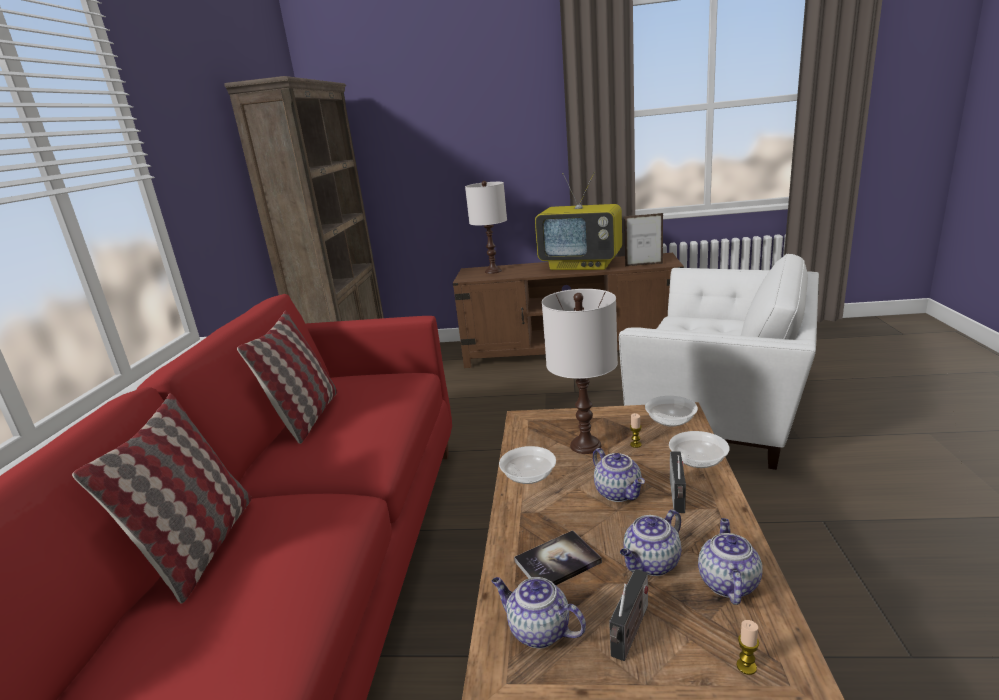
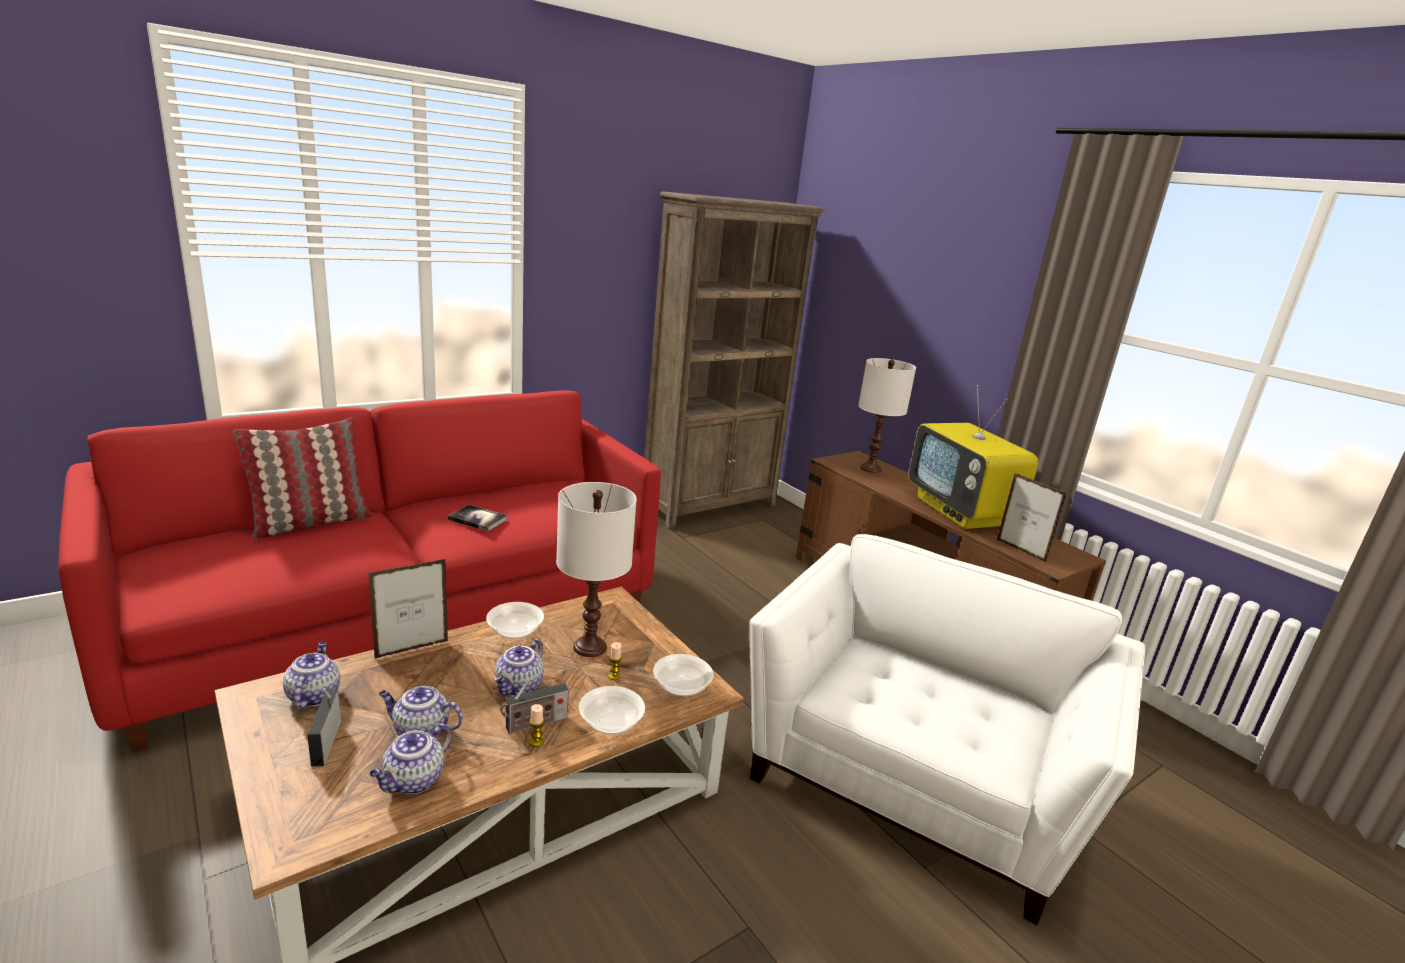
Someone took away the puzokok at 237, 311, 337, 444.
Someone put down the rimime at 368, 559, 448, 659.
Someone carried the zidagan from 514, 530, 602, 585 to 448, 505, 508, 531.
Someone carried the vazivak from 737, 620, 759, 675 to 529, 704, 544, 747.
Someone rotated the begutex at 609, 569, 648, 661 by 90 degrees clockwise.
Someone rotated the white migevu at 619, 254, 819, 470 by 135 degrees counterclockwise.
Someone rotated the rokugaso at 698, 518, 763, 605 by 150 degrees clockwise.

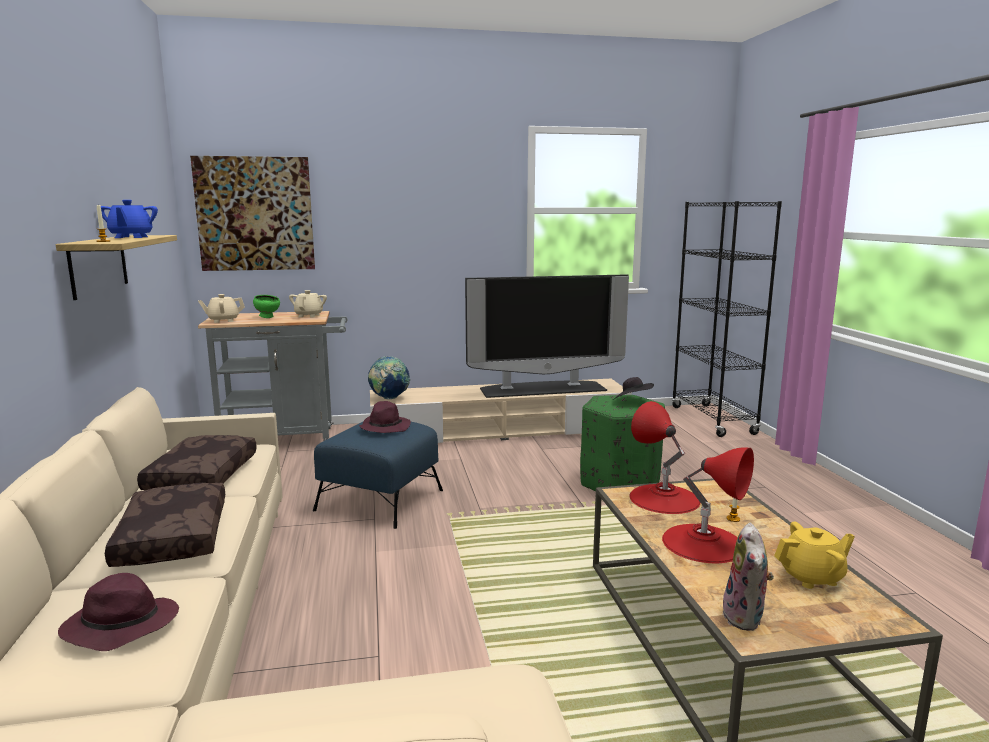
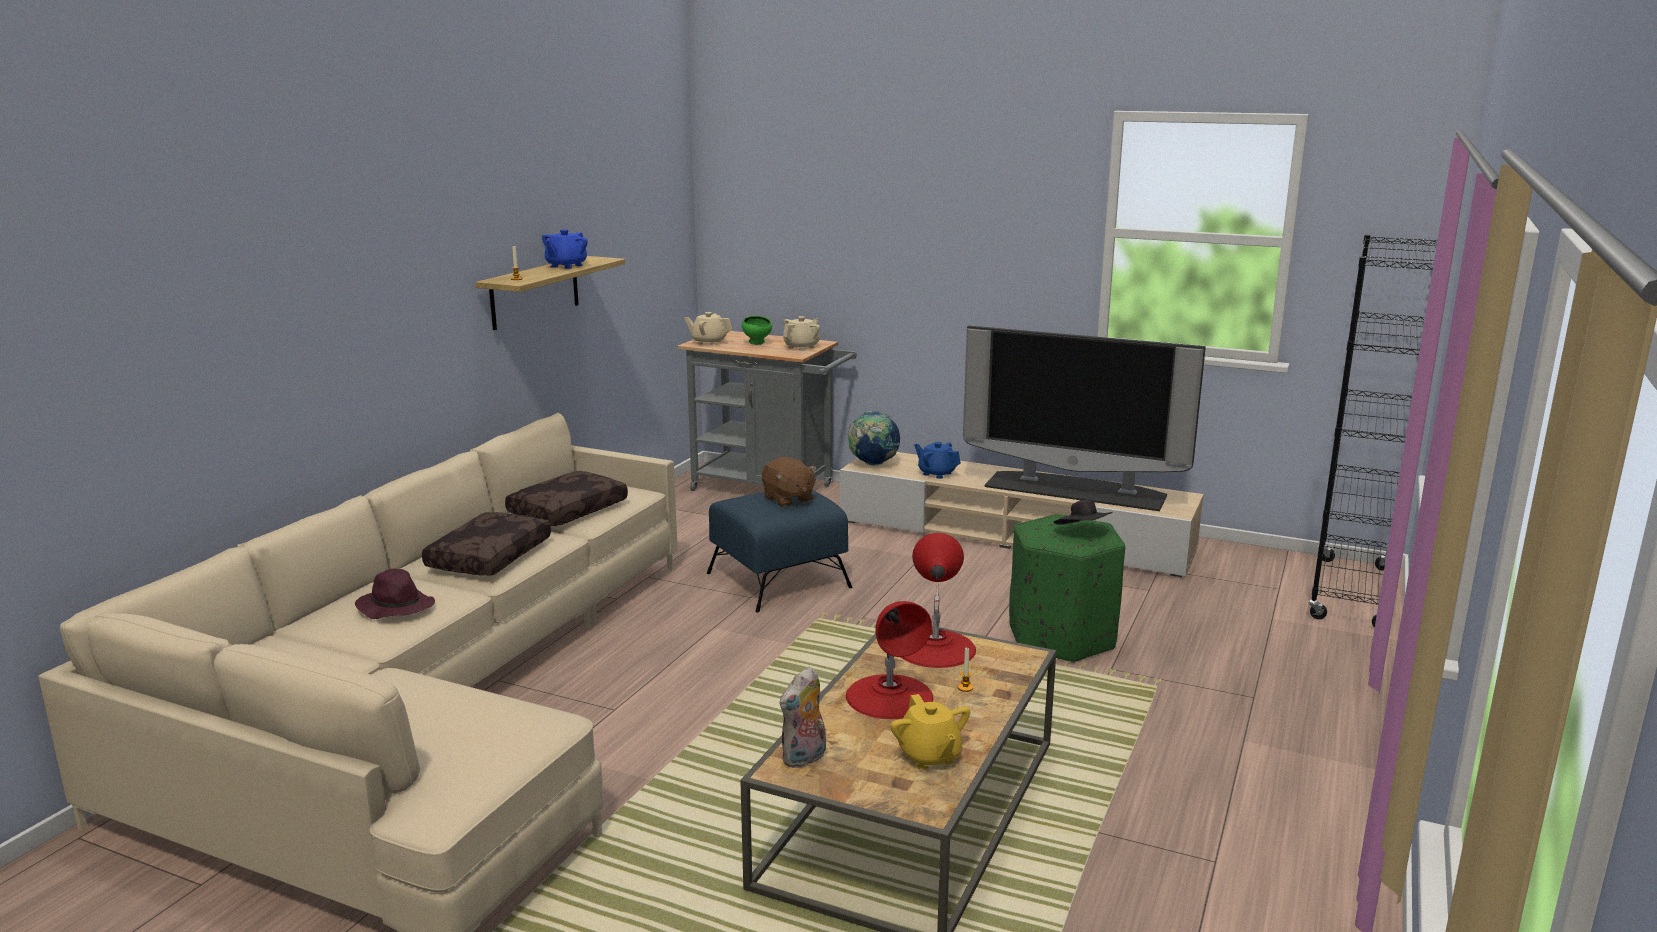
Someone took away the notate at 190, 156, 315, 271.
Someone put down the blue rokugaso at 914, 442, 961, 479.
Someone swapped the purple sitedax at 359, 401, 411, 433 for the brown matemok at 762, 457, 817, 507.
Someone rotated the yellow rokugaso at 774, 522, 855, 589 by 45 degrees clockwise.

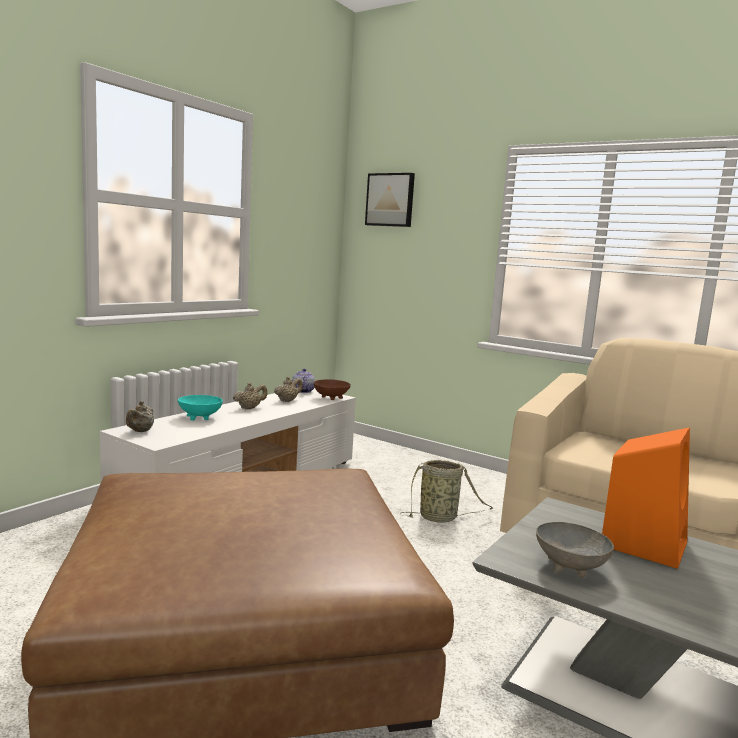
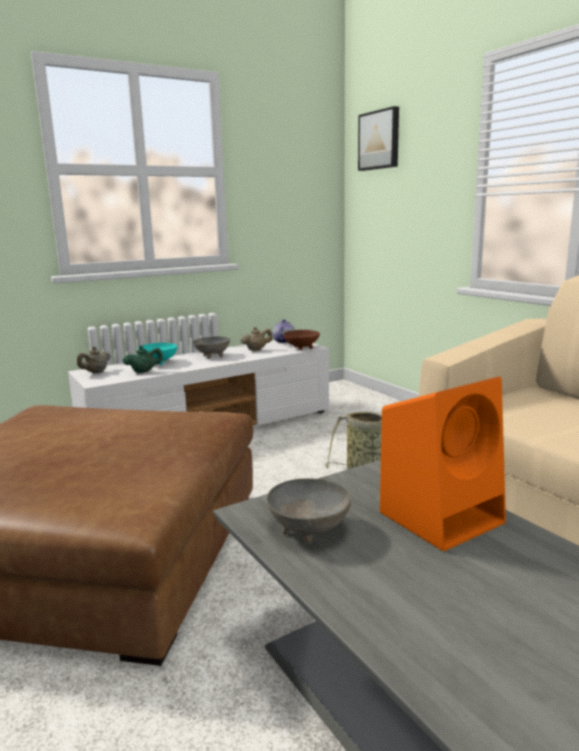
Someone put down the green rokugaso at 123, 345, 163, 373.
Someone swapped the beige rokugaso at 233, 382, 267, 410 for the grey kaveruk at 193, 336, 230, 358.

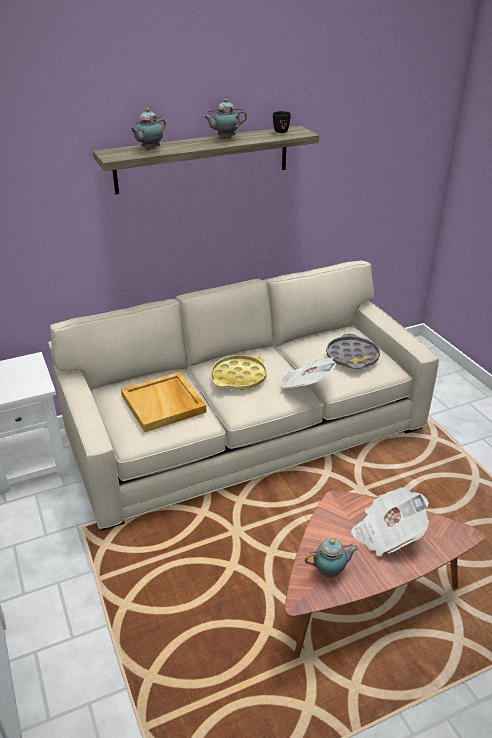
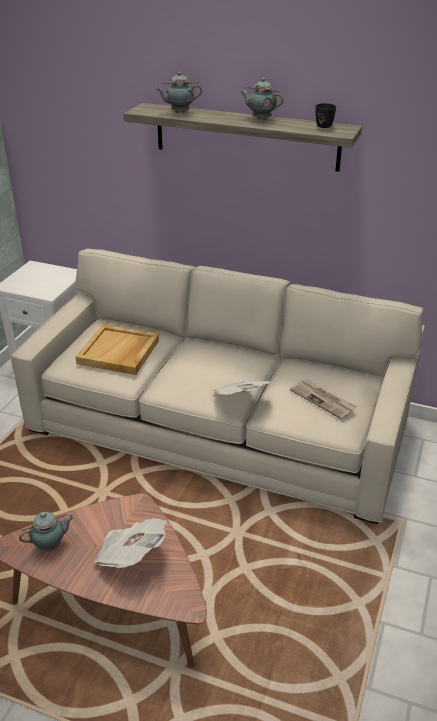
Someone took away the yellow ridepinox at 211, 355, 267, 390.
Someone swapped the grey ridepinox at 326, 334, 380, 369 for the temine at 290, 379, 358, 419.
Someone rotated the rokugaso at 305, 538, 359, 578 by 60 degrees counterclockwise.

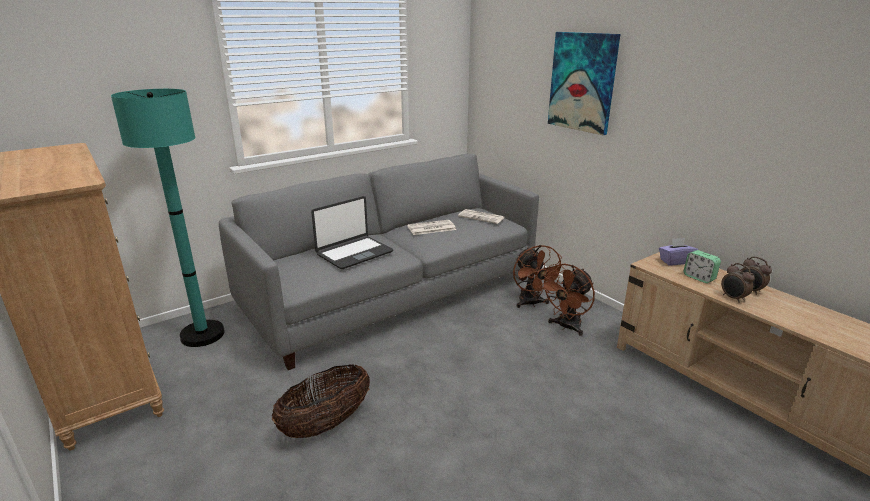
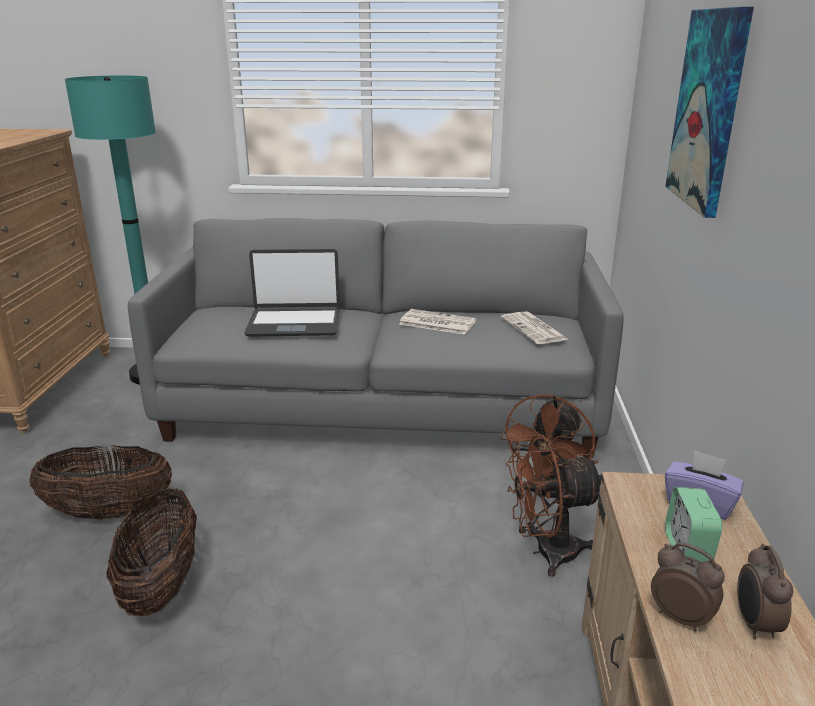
Someone put down the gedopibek at 106, 487, 197, 616.
Someone rotated the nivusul at 721, 263, 755, 303 by 120 degrees clockwise.

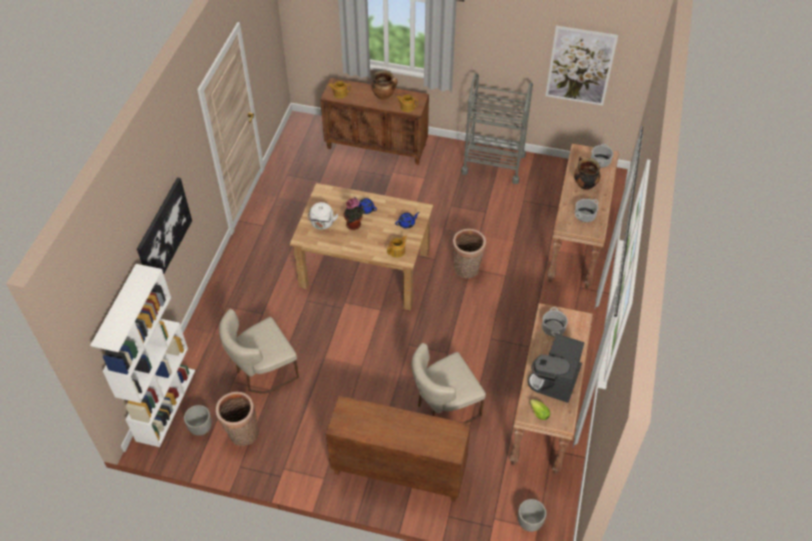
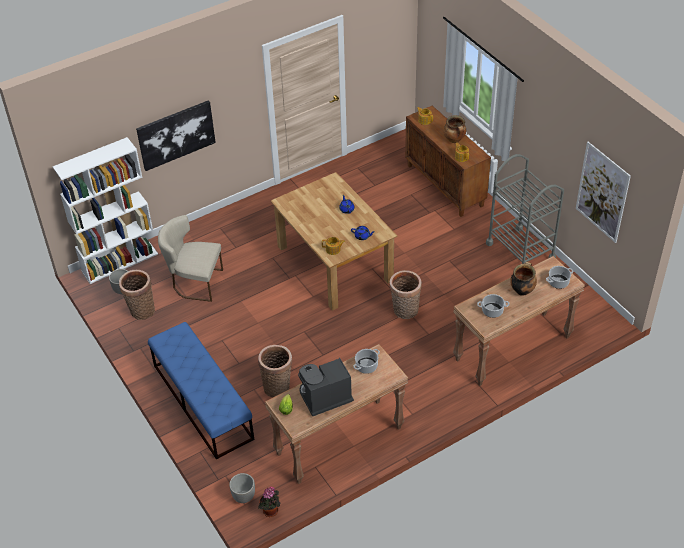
Someone took away the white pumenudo at 308, 202, 338, 230.
Someone carried the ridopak from 344, 198, 365, 230 to 258, 487, 280, 517.
Someone swapped the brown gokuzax at 326, 395, 471, 502 for the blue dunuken at 148, 322, 254, 460.
Someone swapped the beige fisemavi at 411, 343, 486, 423 for the gedopibek at 258, 345, 292, 397.

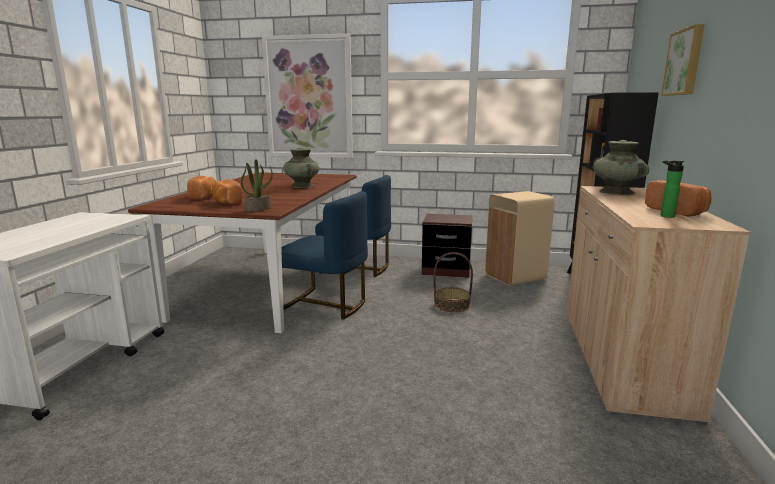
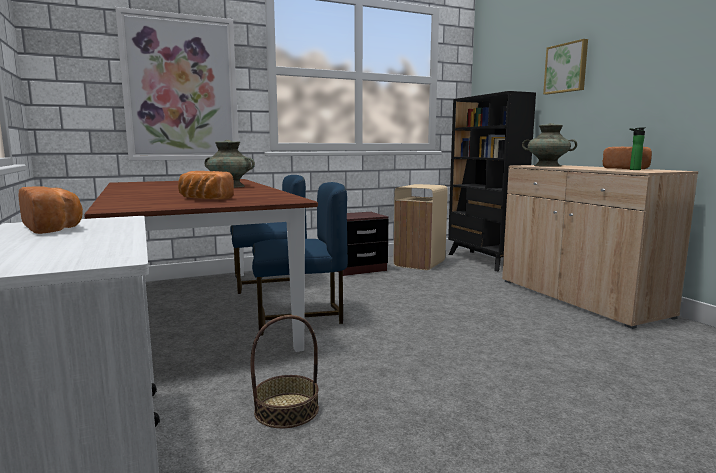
Someone took away the ridopak at 241, 159, 273, 212.
Someone carried the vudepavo from 187, 176, 216, 200 to 19, 187, 83, 234.
Someone carried the gedopibek from 433, 252, 473, 312 to 251, 315, 319, 428.

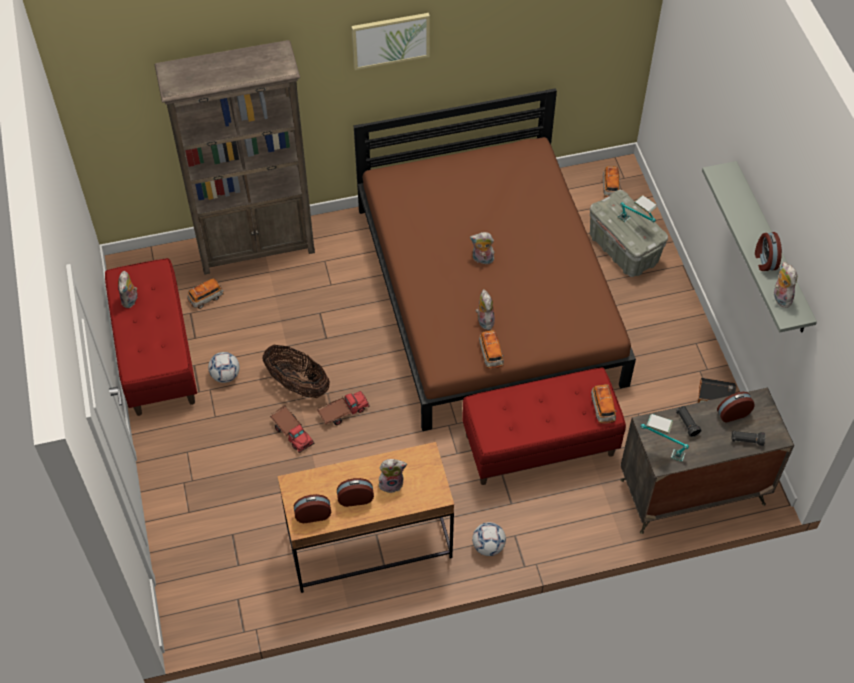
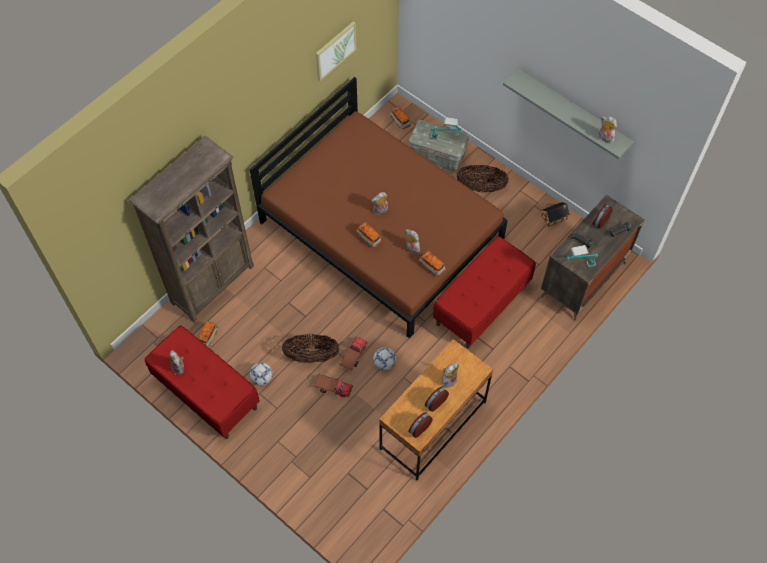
Someone took away the nivusul at 755, 232, 782, 271.
Someone put down the gedopibek at 457, 165, 509, 192.
Someone carried the notate from 351, 13, 430, 70 to 316, 21, 356, 81.
Someone carried the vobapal from 472, 522, 506, 556 to 373, 347, 396, 370.
Someone carried the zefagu from 591, 384, 617, 424 to 357, 222, 382, 248.

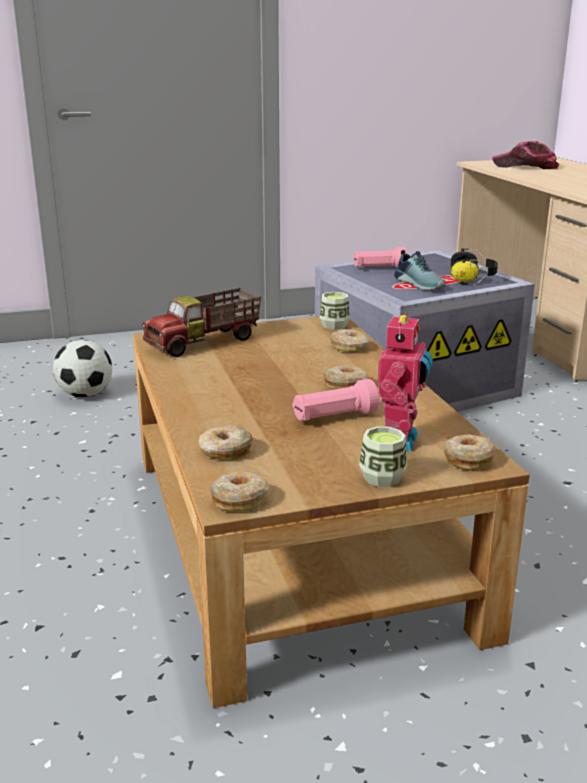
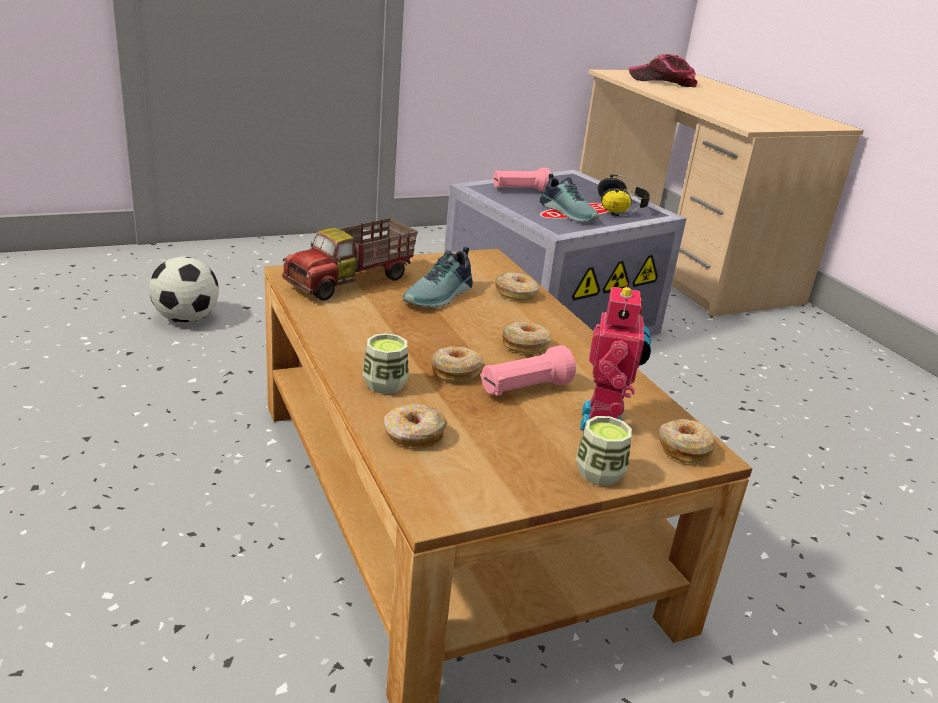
Someone put down the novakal at 402, 246, 473, 308.
Someone carried the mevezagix from 210, 472, 269, 512 to 431, 346, 484, 382.
Someone carried the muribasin from 320, 292, 350, 330 to 363, 333, 409, 394.

